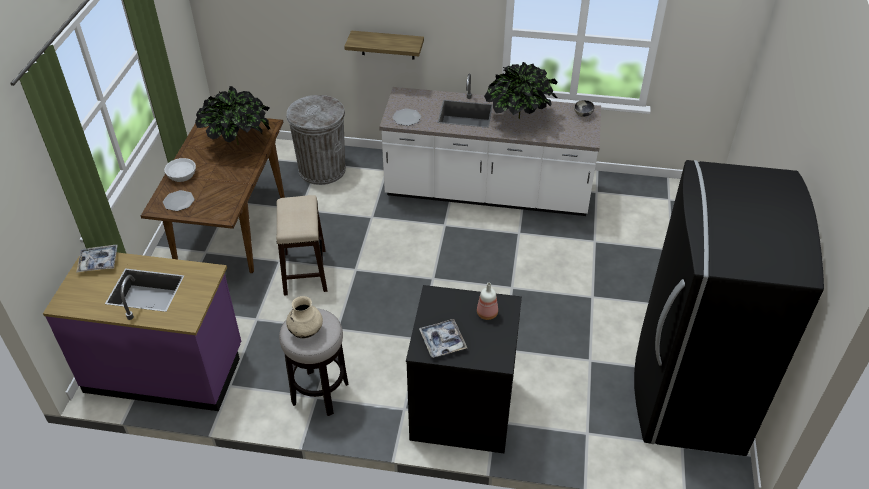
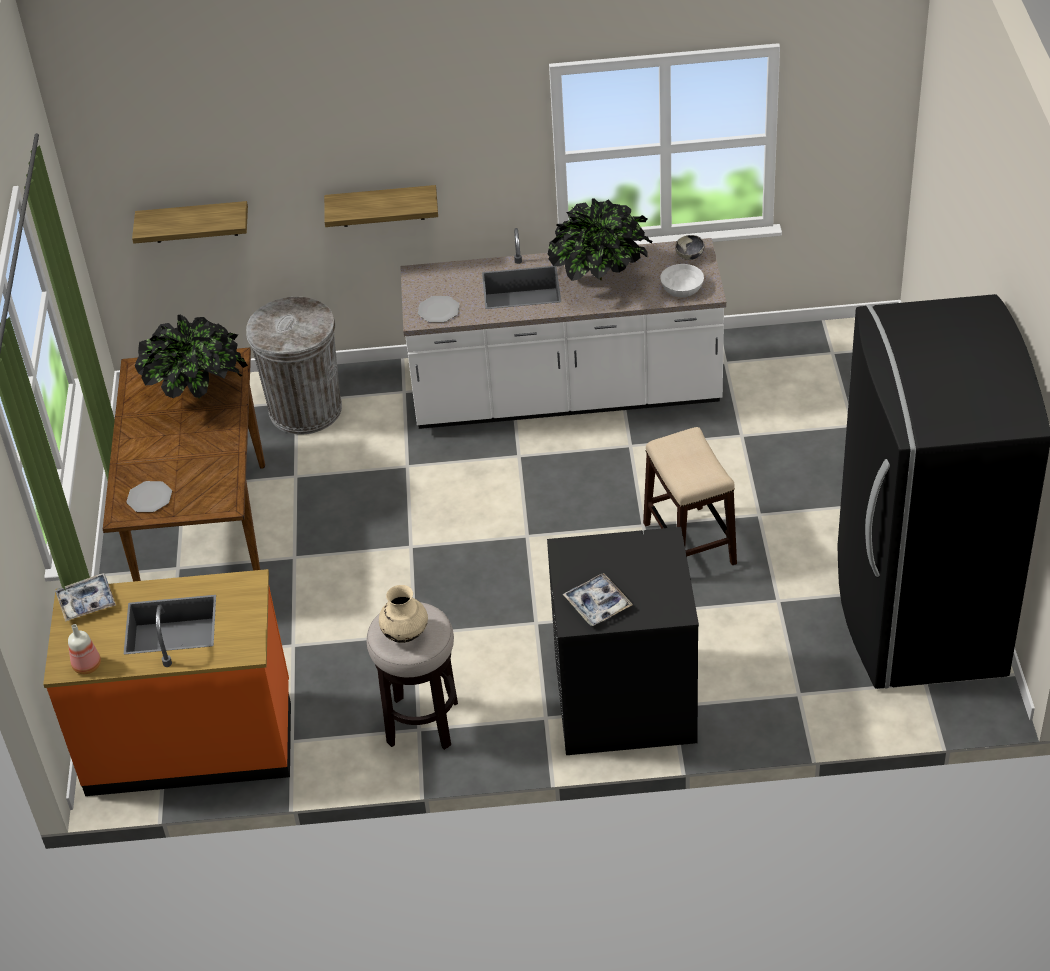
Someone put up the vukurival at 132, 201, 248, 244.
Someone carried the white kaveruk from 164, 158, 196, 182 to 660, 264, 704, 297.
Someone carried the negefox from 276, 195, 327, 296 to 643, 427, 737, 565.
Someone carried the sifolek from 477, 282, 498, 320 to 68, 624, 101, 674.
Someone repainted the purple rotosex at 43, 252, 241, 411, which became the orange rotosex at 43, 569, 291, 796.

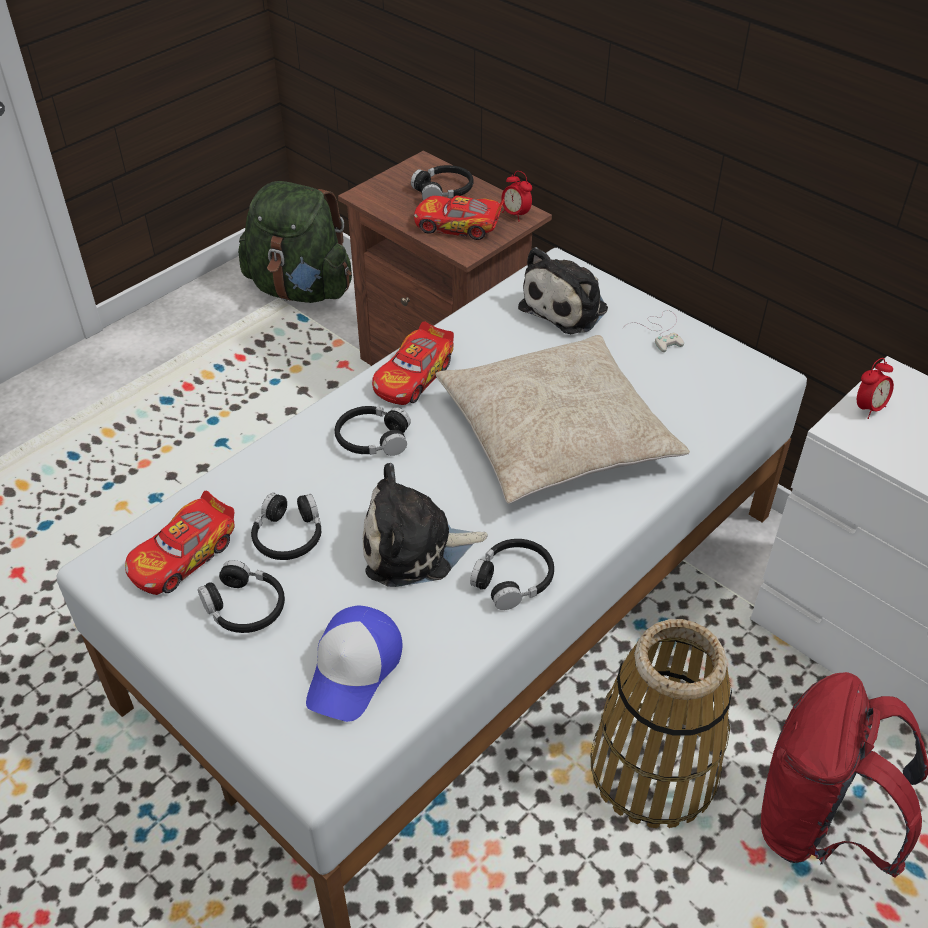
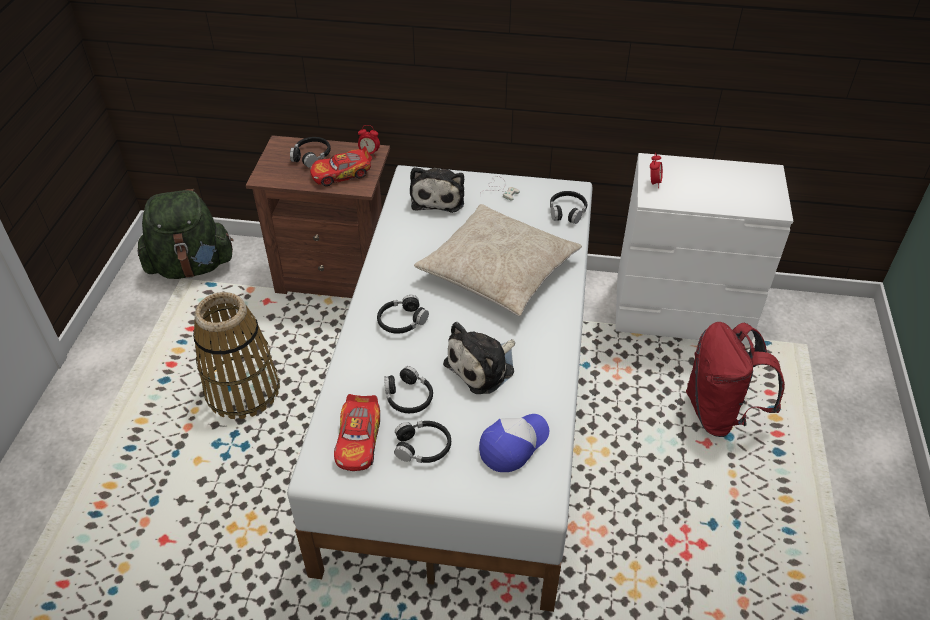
Someone took away the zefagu at 372, 321, 454, 405.
Someone carried the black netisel from 470, 539, 554, 610 to 550, 191, 588, 224.
Someone carried the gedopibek from 590, 619, 732, 828 to 193, 292, 280, 419.
Someone rotated the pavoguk at 306, 605, 402, 722 by 120 degrees counterclockwise.

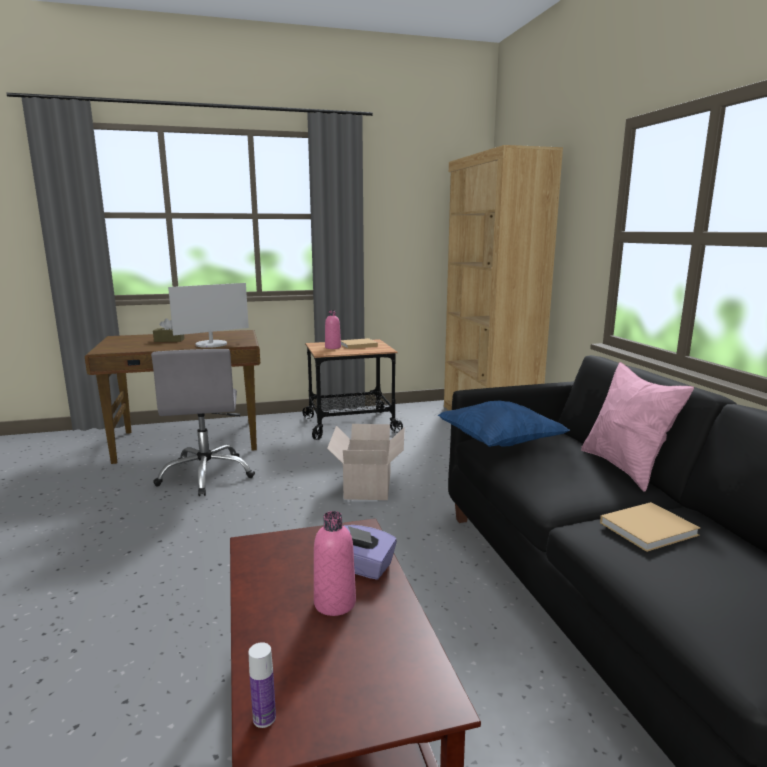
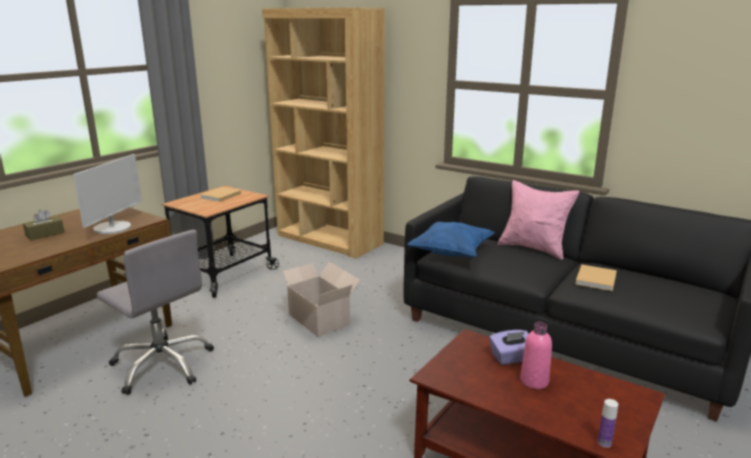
Someone took away the pink sifolek at 325, 310, 341, 349.

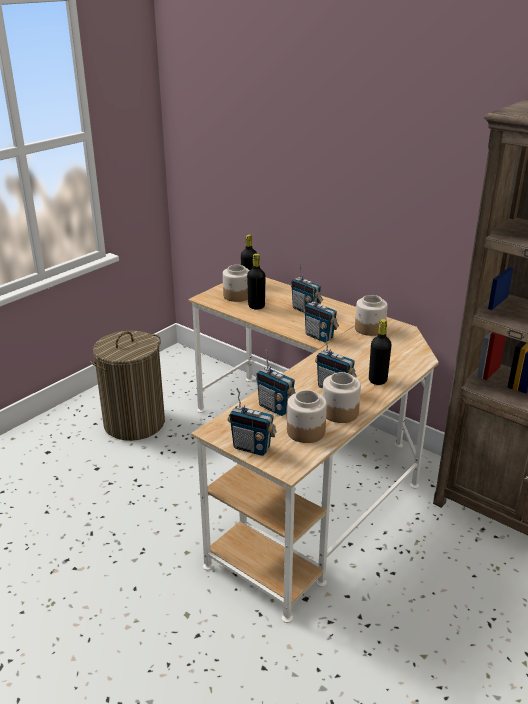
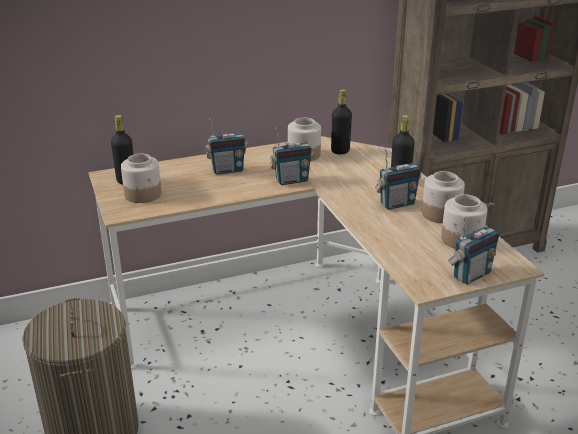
Someone took away the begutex at 256, 350, 295, 416.
Someone carried the black sifolek from 247, 253, 266, 310 to 331, 90, 352, 154.

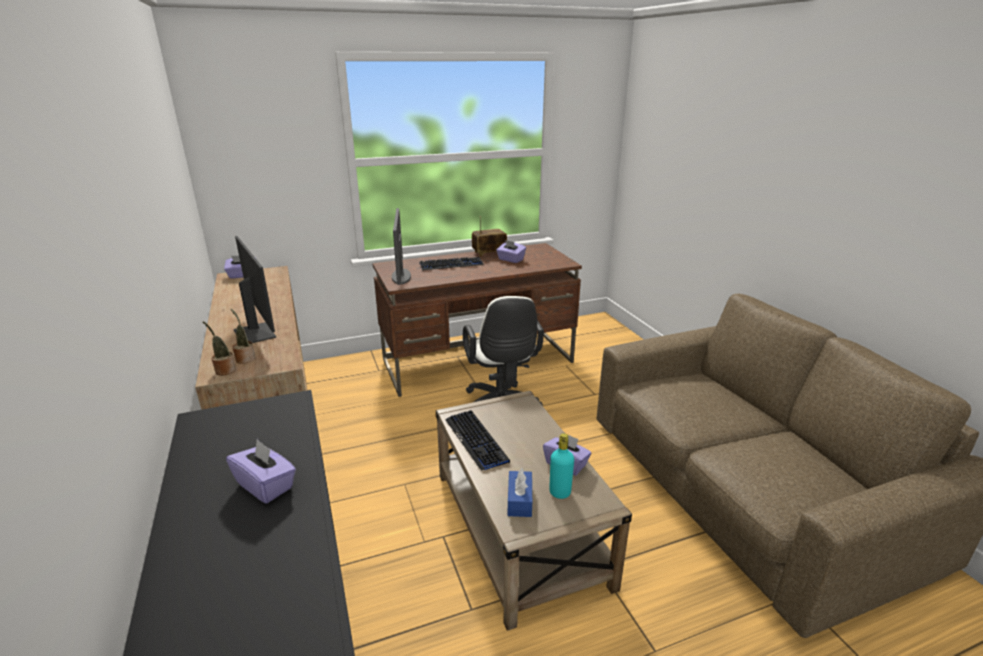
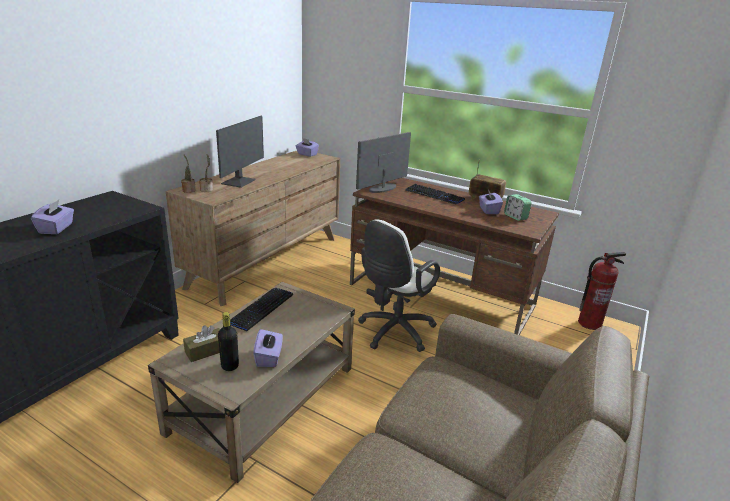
Someone put down the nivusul at 504, 194, 532, 221.
Someone put down the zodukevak at 578, 252, 626, 330.
Someone repainted the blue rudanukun at 508, 468, 532, 517, which became the brown rudanukun at 183, 325, 220, 362.
Someone repainted the turquoise sifolek at 549, 433, 574, 499, which became the black sifolek at 218, 312, 239, 371.

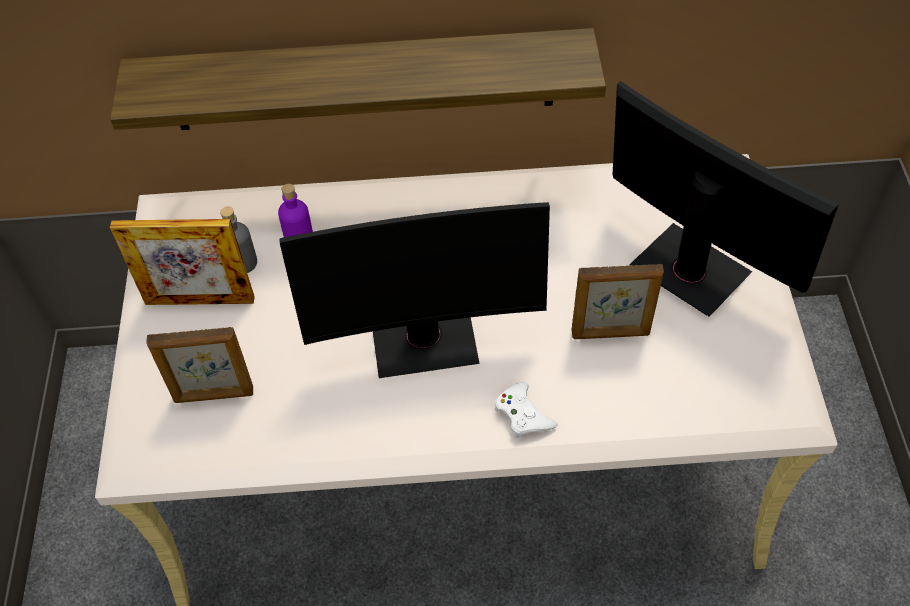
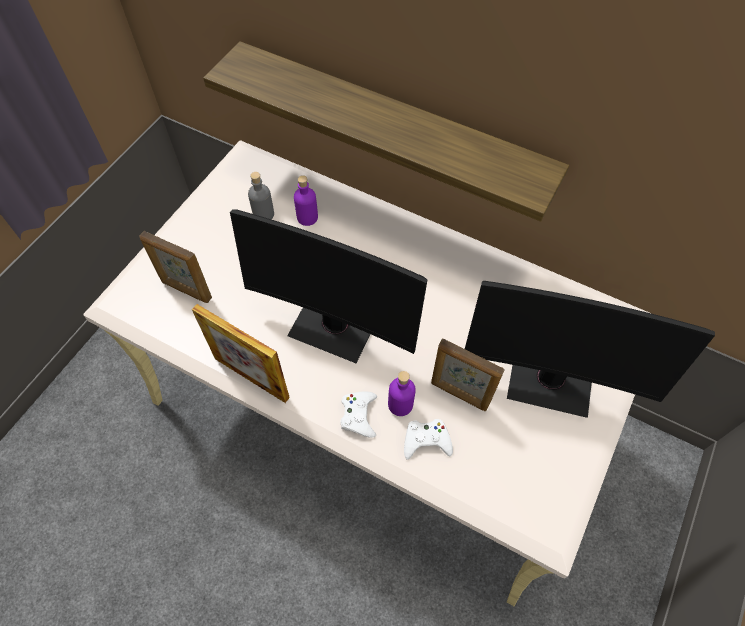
Someone put down the purple sifolek at 388, 371, 416, 416.
Someone put down the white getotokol at 404, 419, 453, 460.
Someone carried the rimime from 110, 219, 255, 305 to 192, 304, 290, 403.
Someone rotated the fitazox at 613, 81, 839, 317 by 120 degrees clockwise.

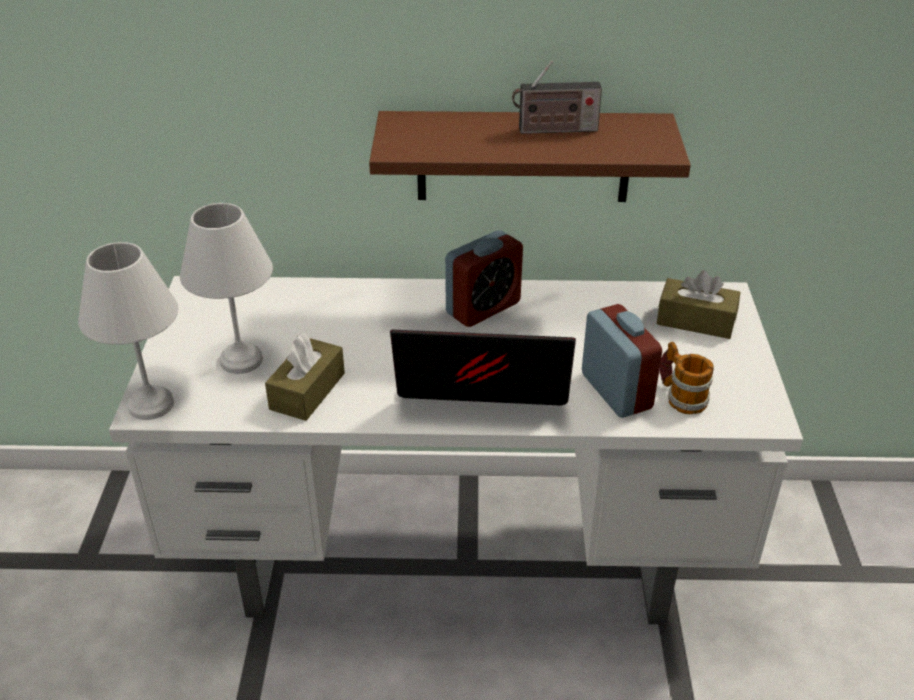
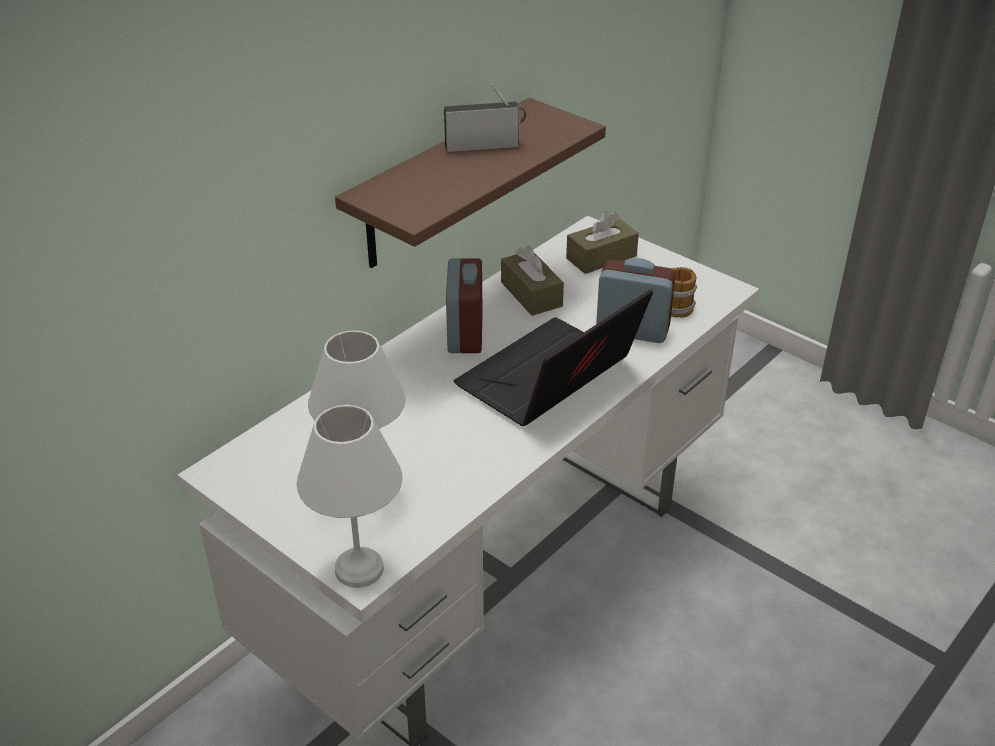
Someone carried the brown rudanukun from 265, 334, 345, 421 to 501, 246, 564, 316.
Someone rotated the begutex at 512, 61, 602, 134 by 135 degrees counterclockwise.

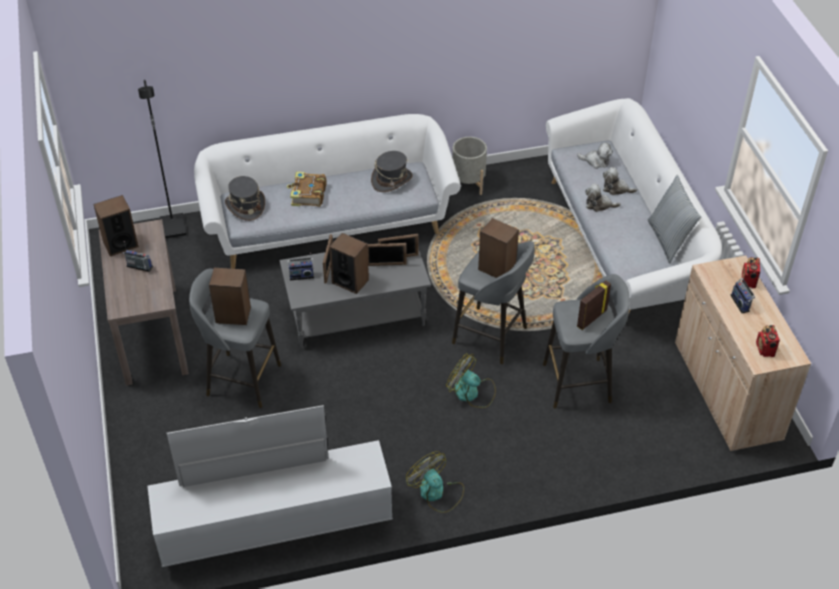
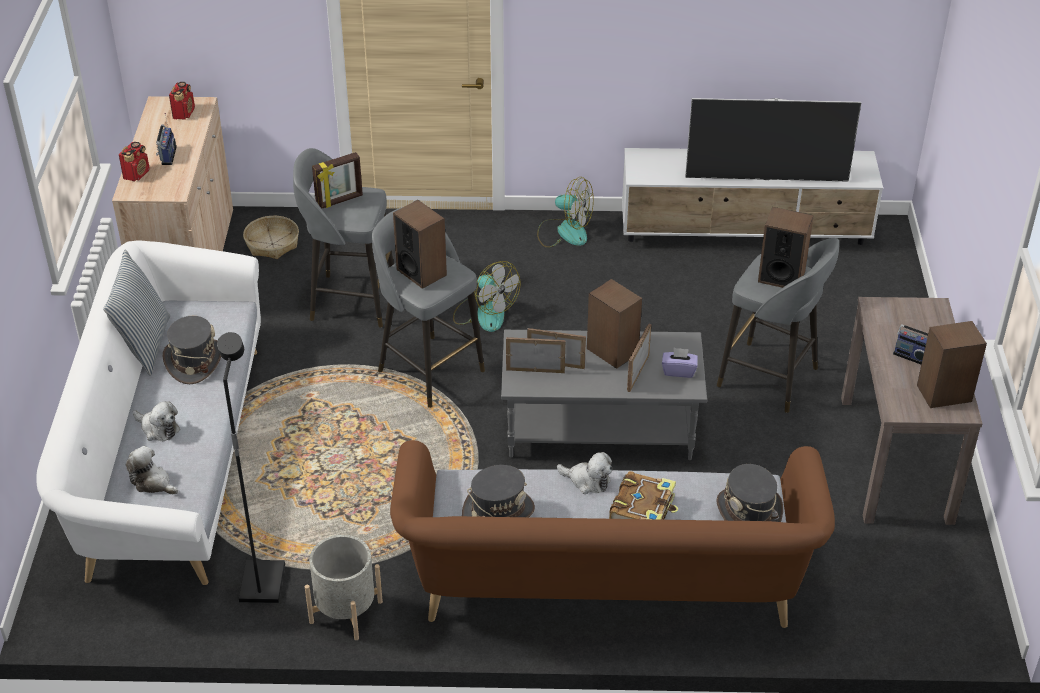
Someone put down the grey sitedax at 163, 316, 221, 384.
Someone put down the gedopibek at 243, 216, 299, 259.
Someone carried the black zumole from 138, 80, 186, 239 to 217, 332, 285, 603.
Someone carried the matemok from 585, 183, 621, 212 to 557, 452, 612, 494.
Someone swapped the begutex at 287, 253, 314, 280 for the purple rudanukun at 662, 348, 698, 378.
Someone repainted the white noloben at 194, 114, 461, 269, which became the brown noloben at 390, 440, 835, 628.
Someone rotated the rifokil at 406, 451, 464, 513 by 45 degrees counterclockwise.

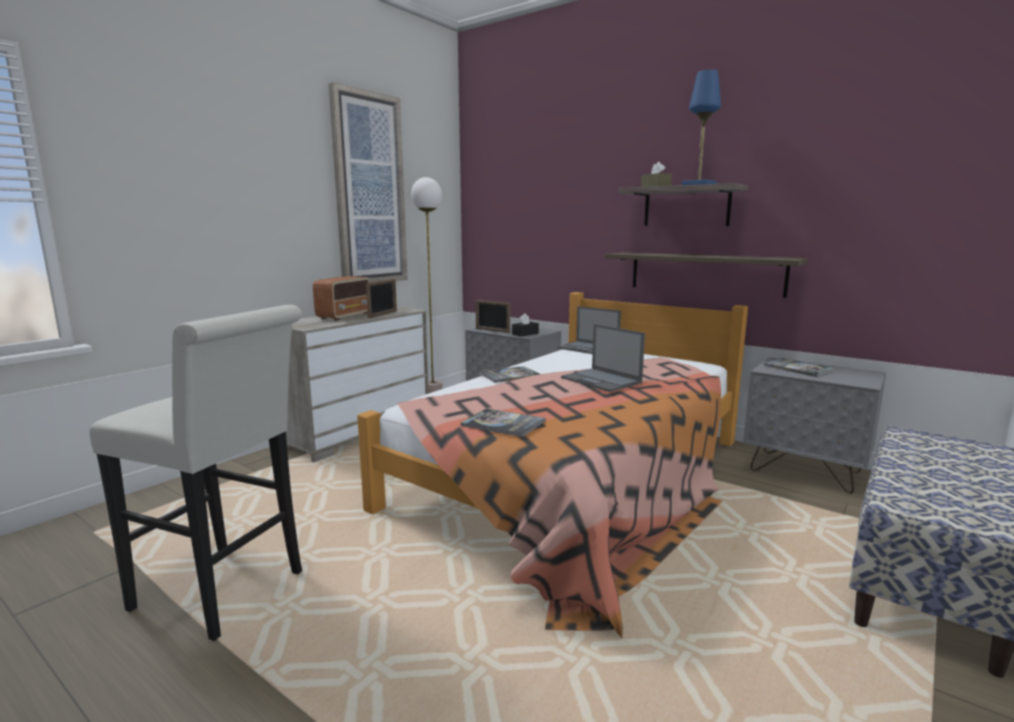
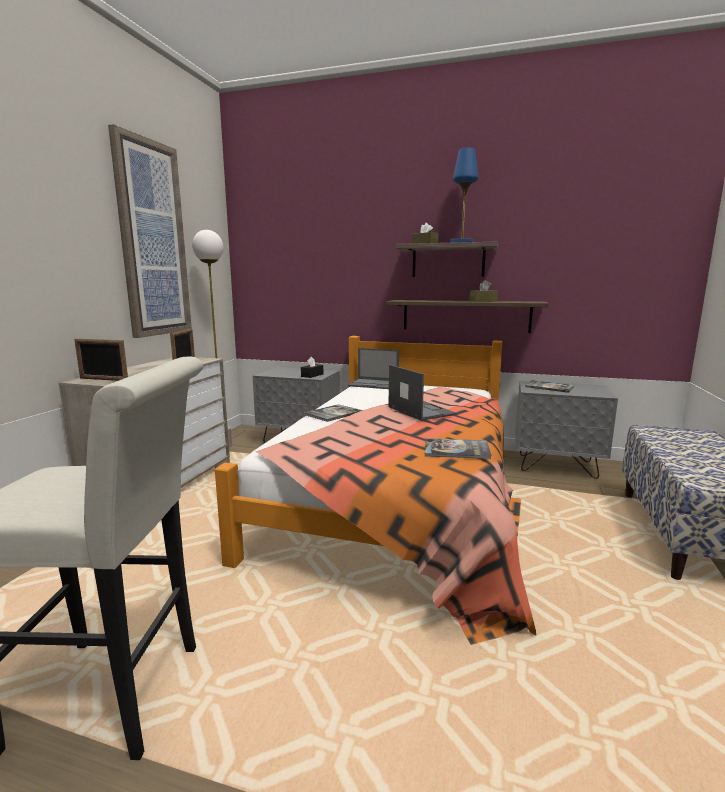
Someone took away the begutex at 313, 276, 370, 321.
Someone put down the brown rudanukun at 470, 280, 498, 302.
Someone carried the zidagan from 460, 408, 546, 437 to 425, 438, 492, 459.
Someone carried the rimime from 475, 300, 510, 333 to 74, 339, 128, 381.
Someone rotated the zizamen at 561, 324, 645, 392 by 150 degrees counterclockwise.

